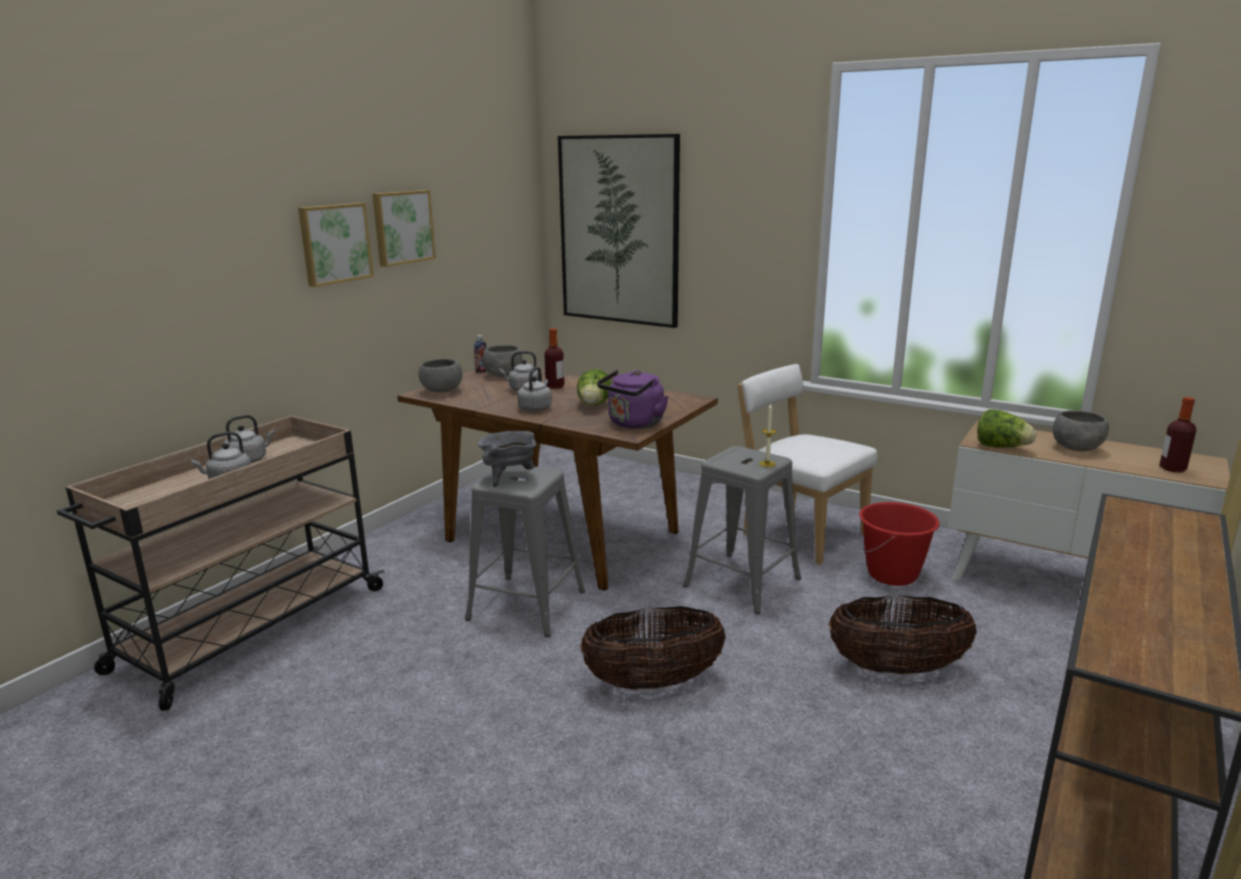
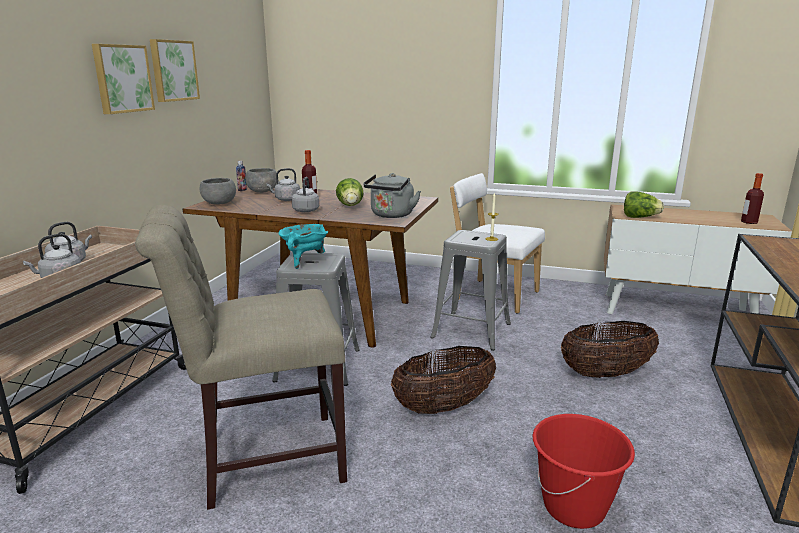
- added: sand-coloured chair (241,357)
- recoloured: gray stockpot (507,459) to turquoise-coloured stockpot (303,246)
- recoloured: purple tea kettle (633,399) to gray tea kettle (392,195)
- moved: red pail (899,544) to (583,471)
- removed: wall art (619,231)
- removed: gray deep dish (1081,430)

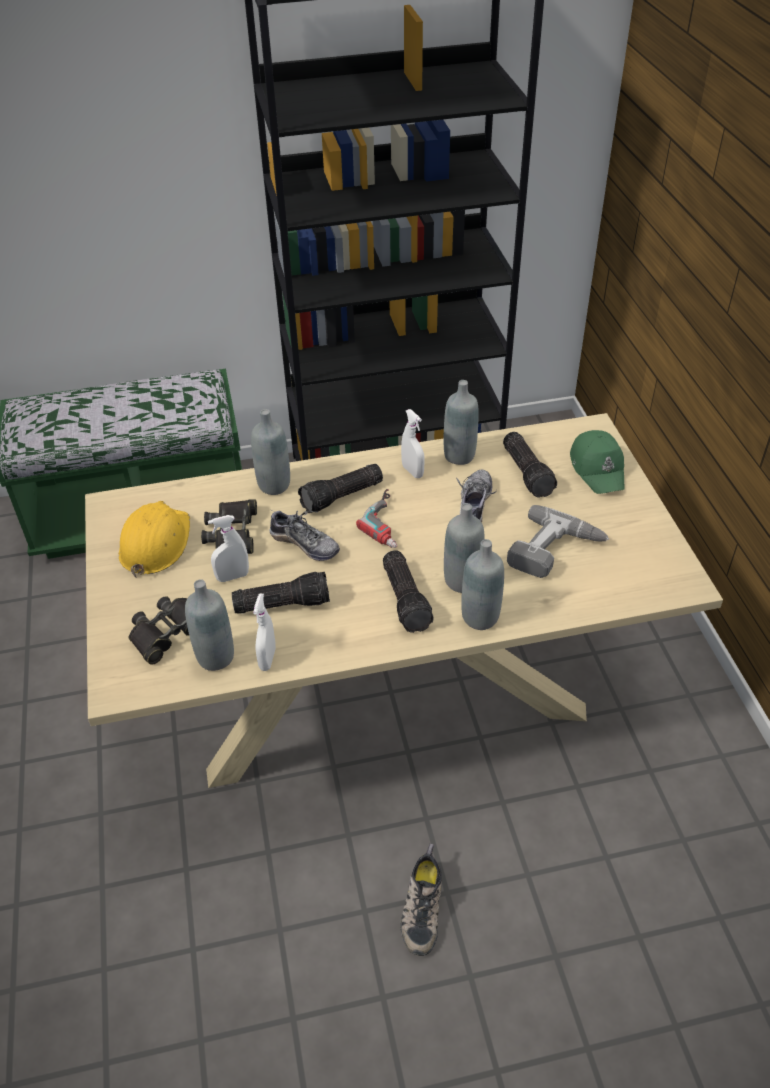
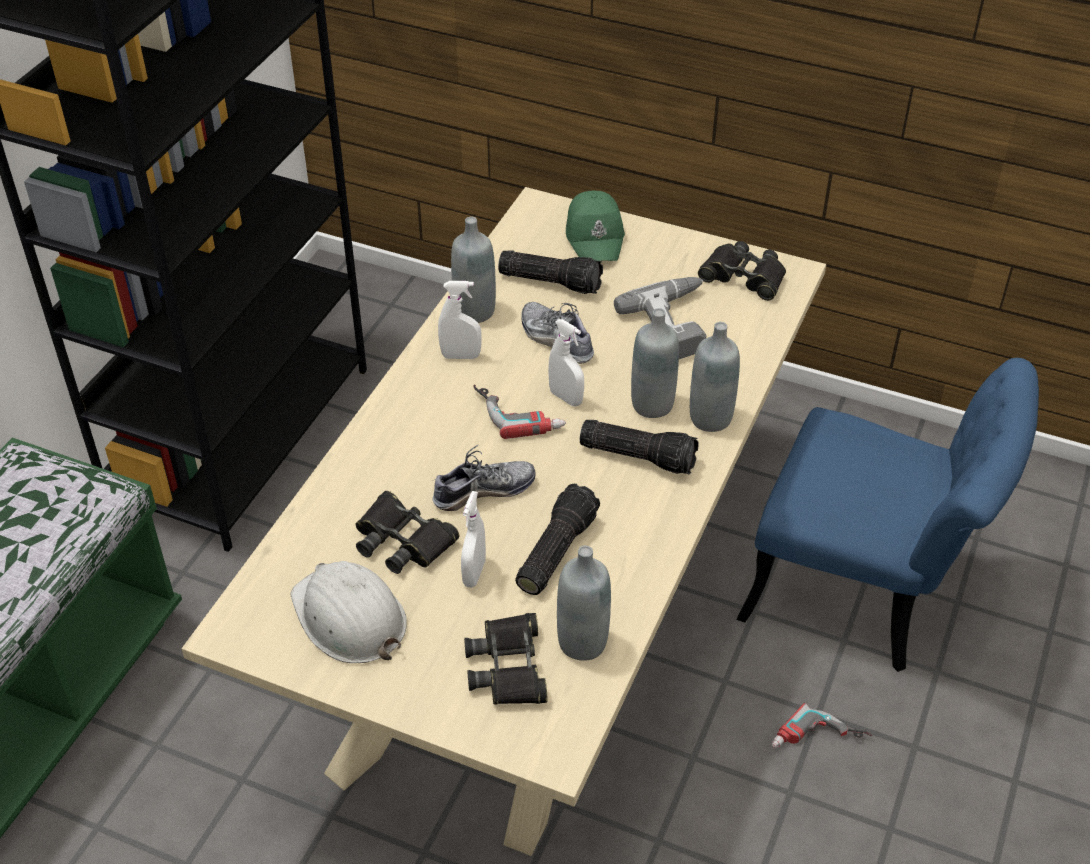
- recoloured: yellow-coloured safety helmet (154,539) to white-coloured safety helmet (349,612)
- moved: white-coloured hand sprayer (264,632) to (566,362)
- turned: green-coloured baseball cap (597,462) = (595,226) 60 degrees clockwise
- added: black-coloured binoculars (742,271)
- added: bluish chair (888,515)
- replaced: shoe (421,899) to power drill (822,725)
- removed: gray bottle (270,452)
- removed: torch (340,488)

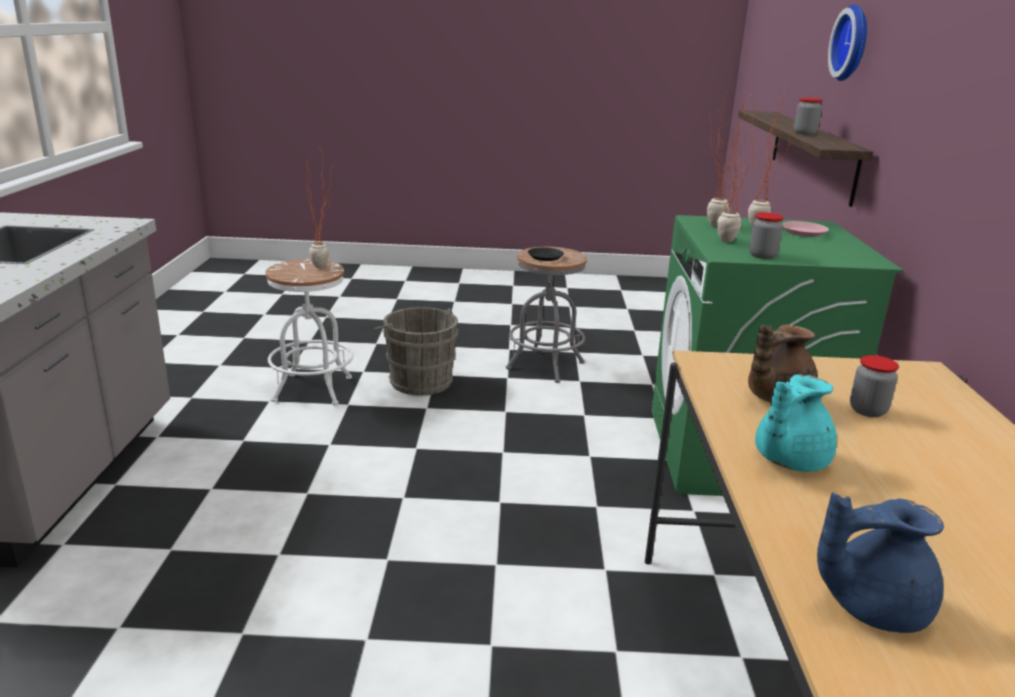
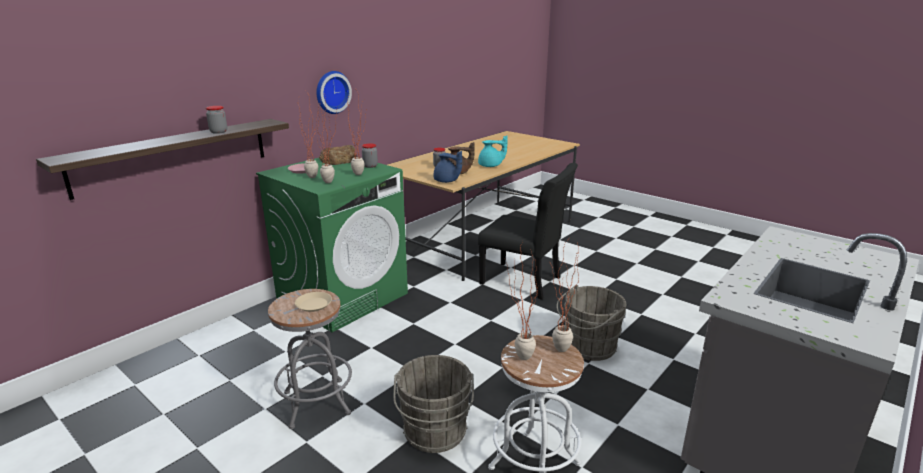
- recoloured: black-coloured flat dish (546,254) to sand-coloured flat dish (313,302)
- moved: wall clock (847,42) to (334,92)
- added: bread (338,155)
- moved: bluish teapot (880,562) to (447,167)
- added: black-coloured chair (528,231)
- added: potted plant (565,296)
- added: gray pail (591,323)

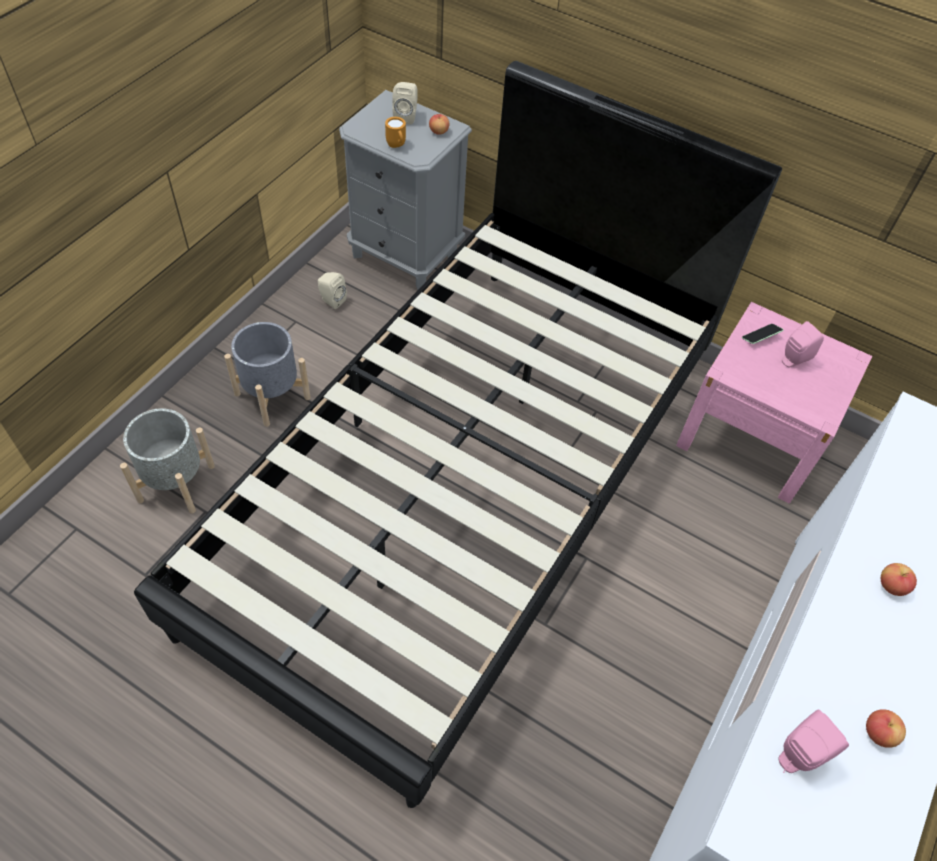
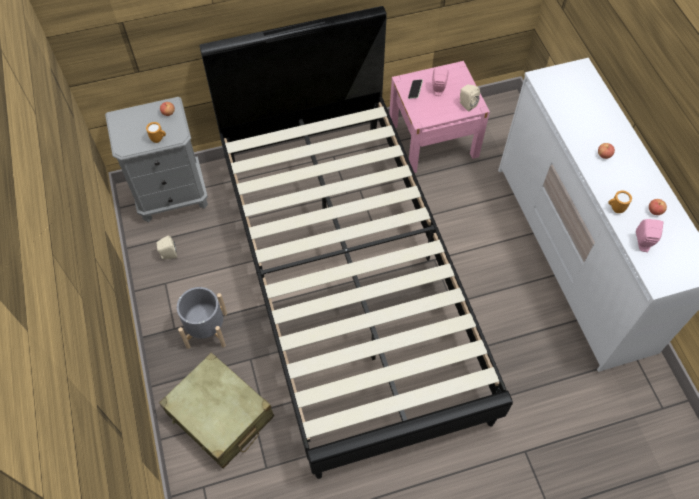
- replaced: gray planter (167,460) to sand-coloured piece of luggage (216,411)
- moved: sand-coloured speaker (405,103) to (470,98)
- added: orange tea mug (620,202)

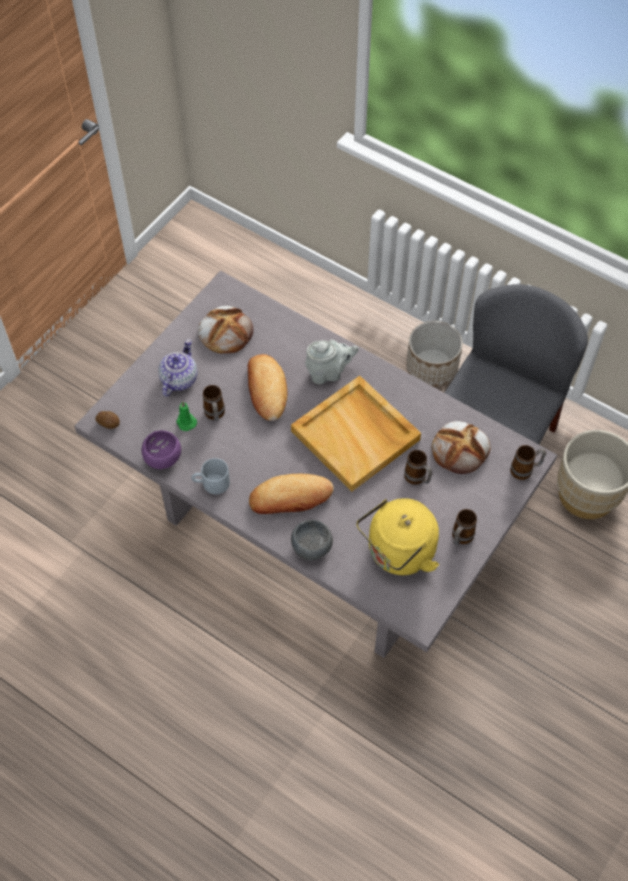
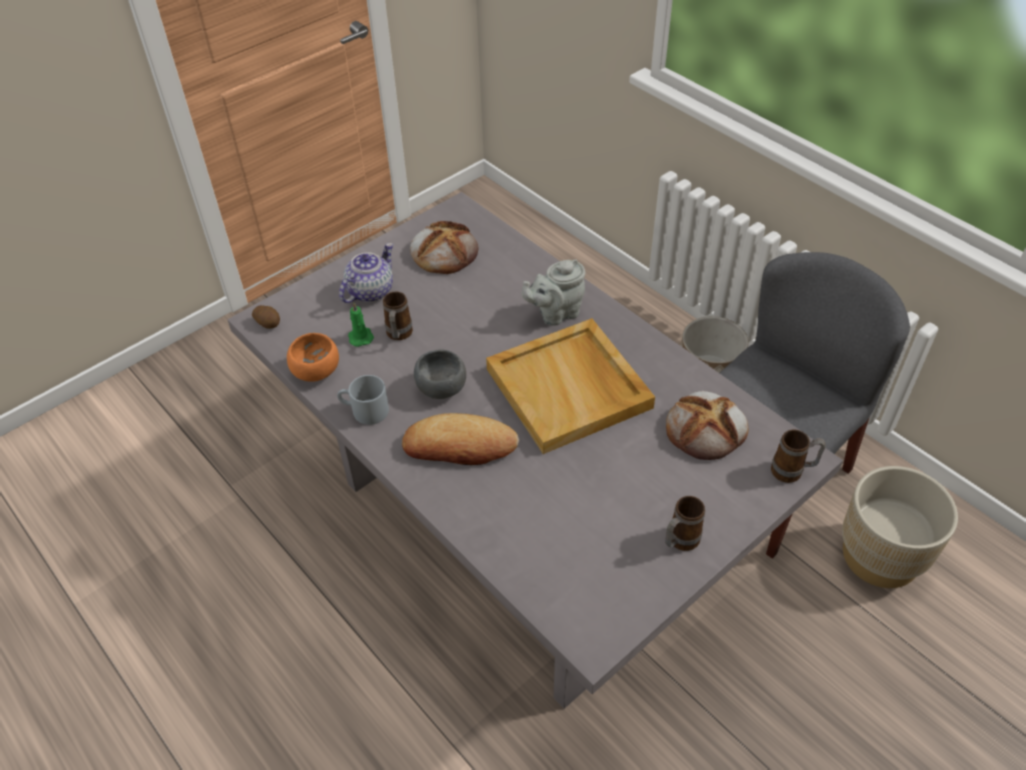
- recoloured: purple deep dish (161,449) to orange deep dish (313,357)
- moved: gray deep dish (312,540) to (440,374)
- turned: gray teapot (332,362) = (553,292) 150 degrees clockwise
- removed: bread (267,387)
- removed: yellow-coloured tea kettle (397,536)
- removed: tea mug (418,467)

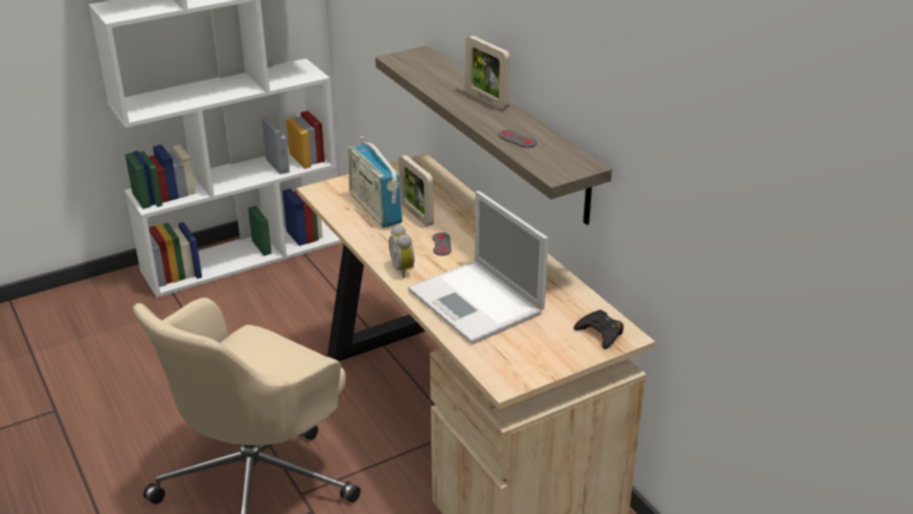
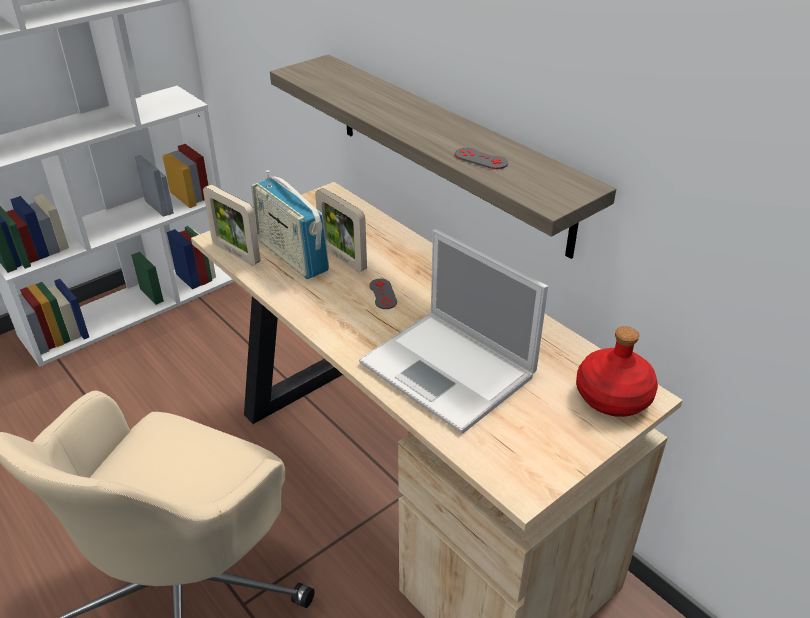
- moved: standing frame (487,72) to (231,225)
- replaced: black-coloured game controller (599,329) to red bottle (617,371)
- removed: table clock (401,251)

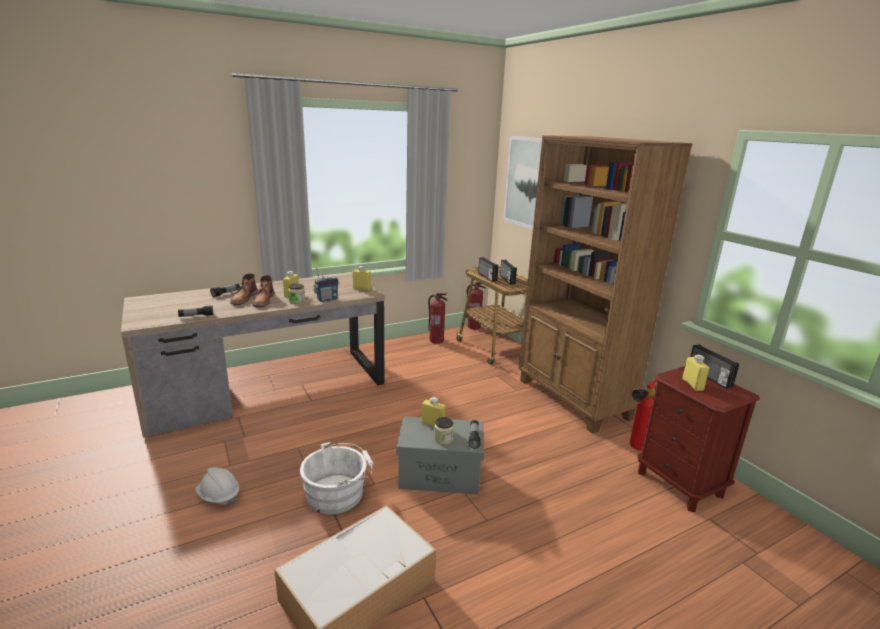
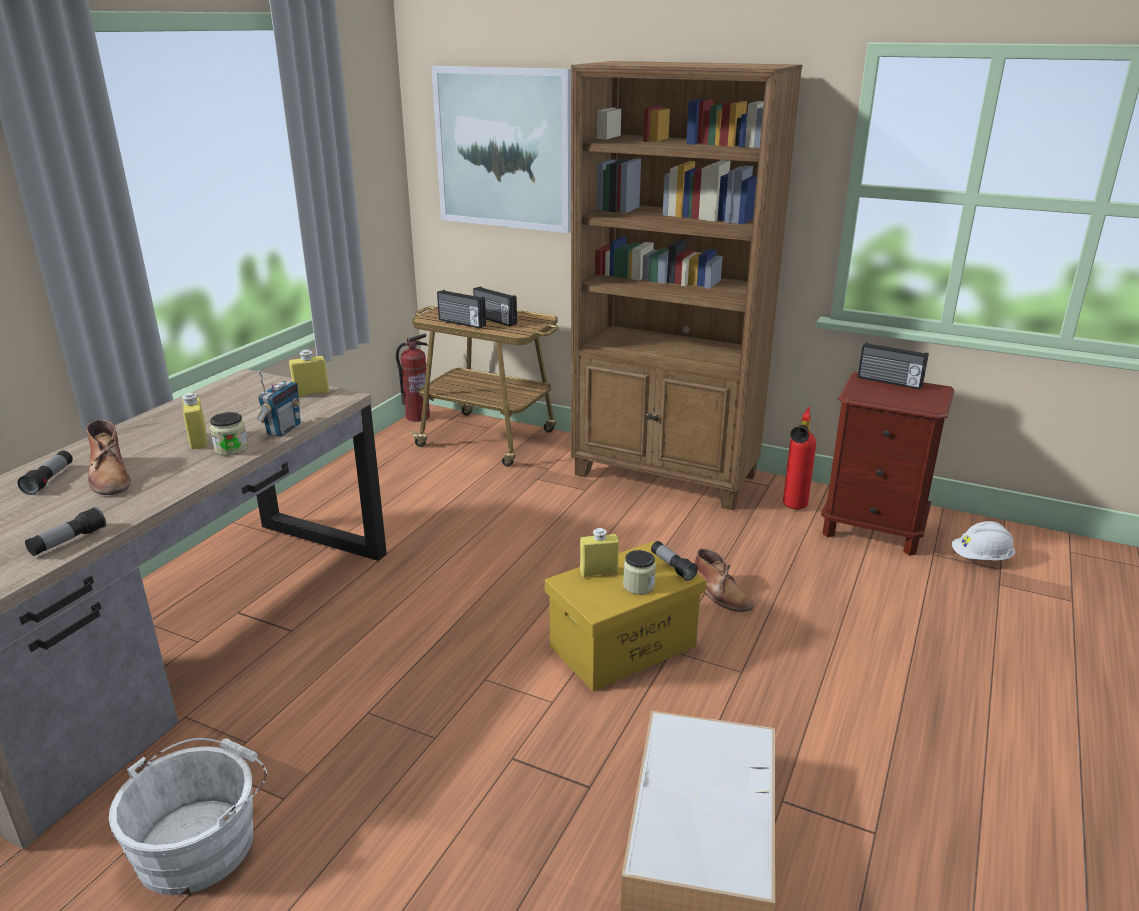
- moved: white-coloured pail (336,478) to (188,816)
- recoloured: gray storage box (440,455) to yellow-coloured storage box (625,616)
- moved: brown-coloured boot (263,291) to (724,580)
- moved: white-coloured safety helmet (217,486) to (983,541)
- removed: fire-fighting cylinder (438,318)
- removed: yellow-coloured bottle (695,373)

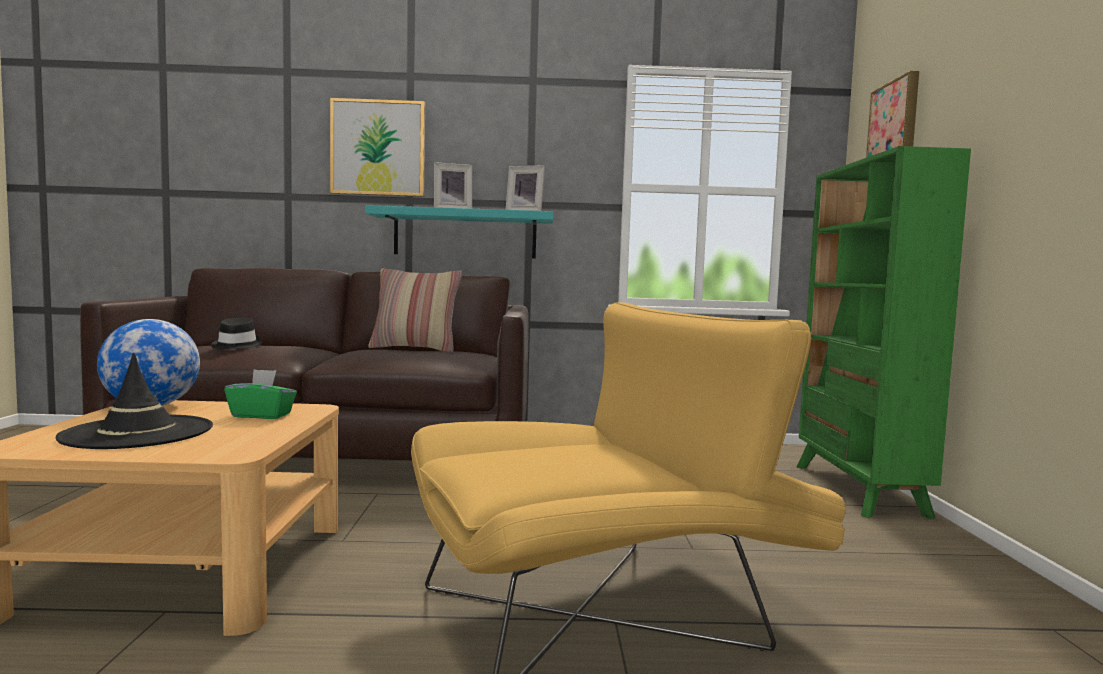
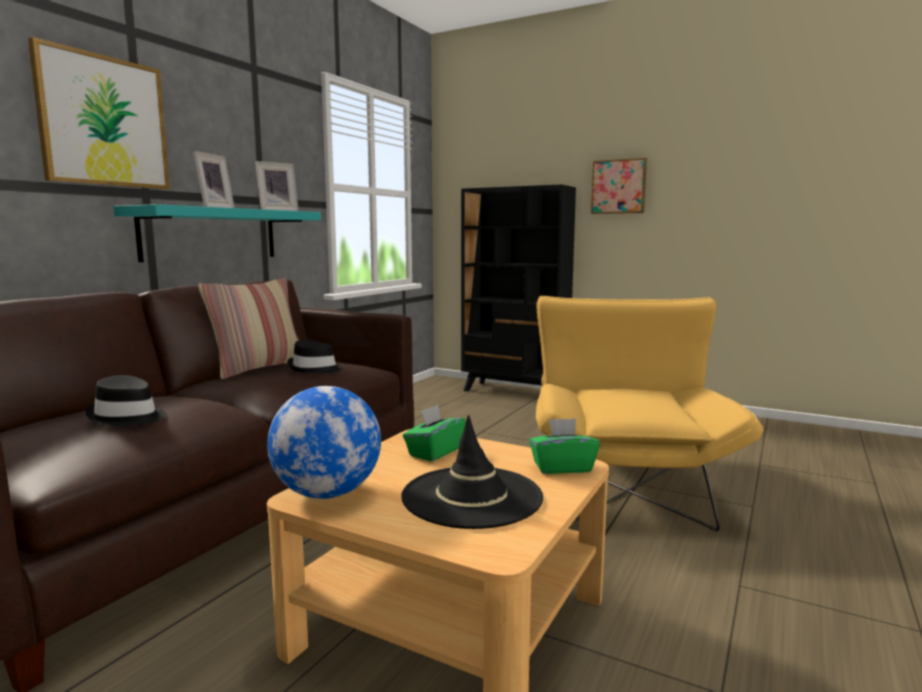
- added: black-coloured wearable hat (315,357)
- recoloured: green-coloured bookcase (884,332) to black-coloured bookcase (518,287)
- added: green-coloured tissue holder (564,446)
- moved: wall art (892,114) to (619,186)

